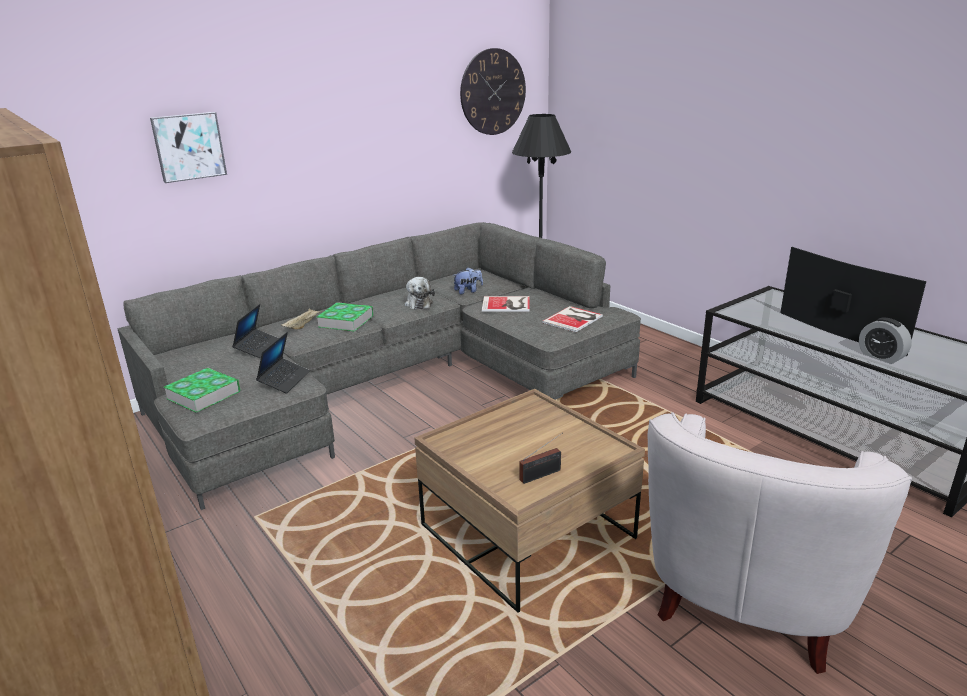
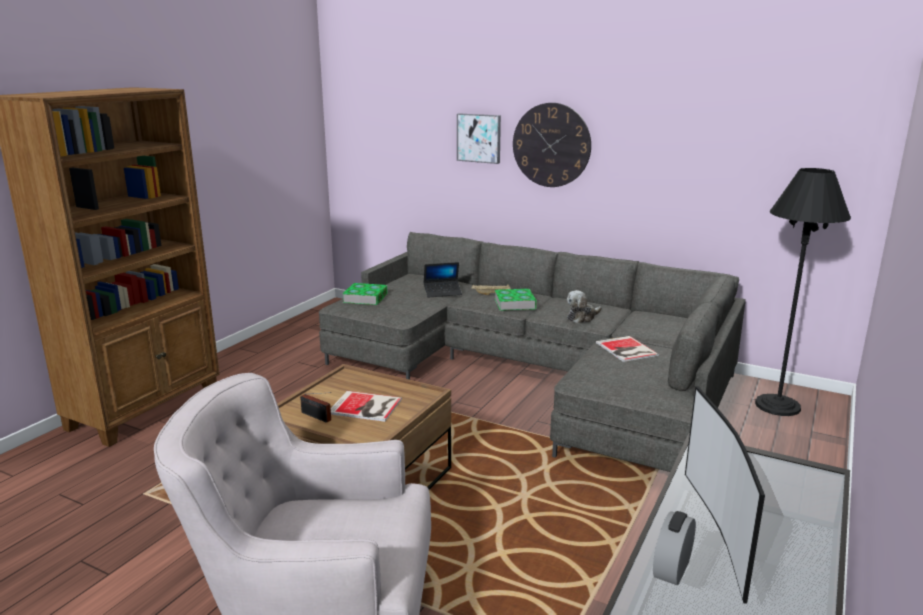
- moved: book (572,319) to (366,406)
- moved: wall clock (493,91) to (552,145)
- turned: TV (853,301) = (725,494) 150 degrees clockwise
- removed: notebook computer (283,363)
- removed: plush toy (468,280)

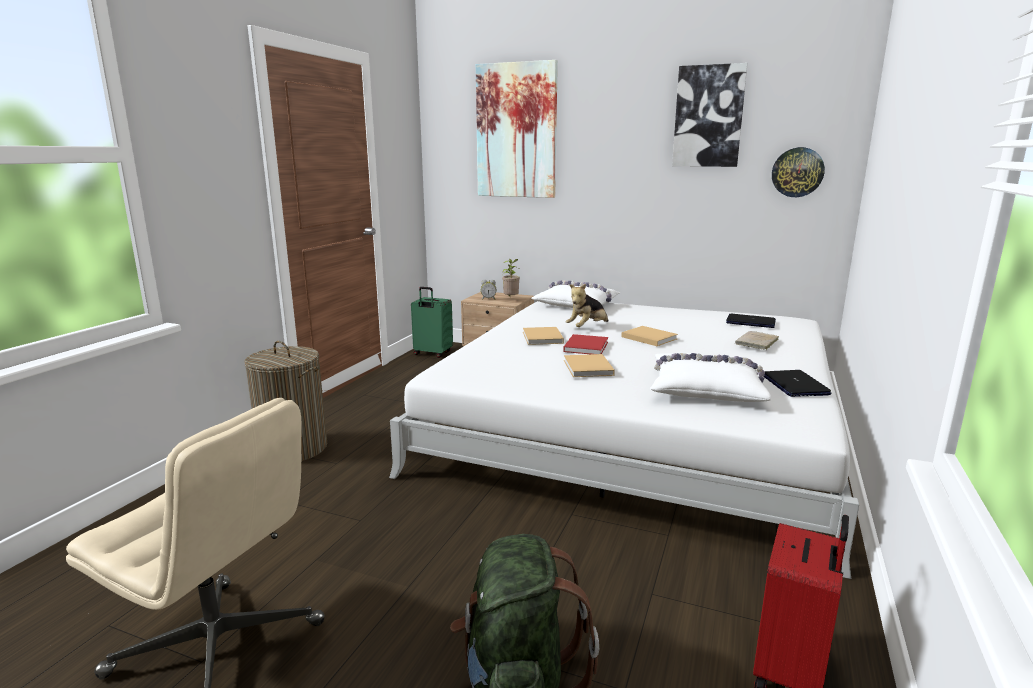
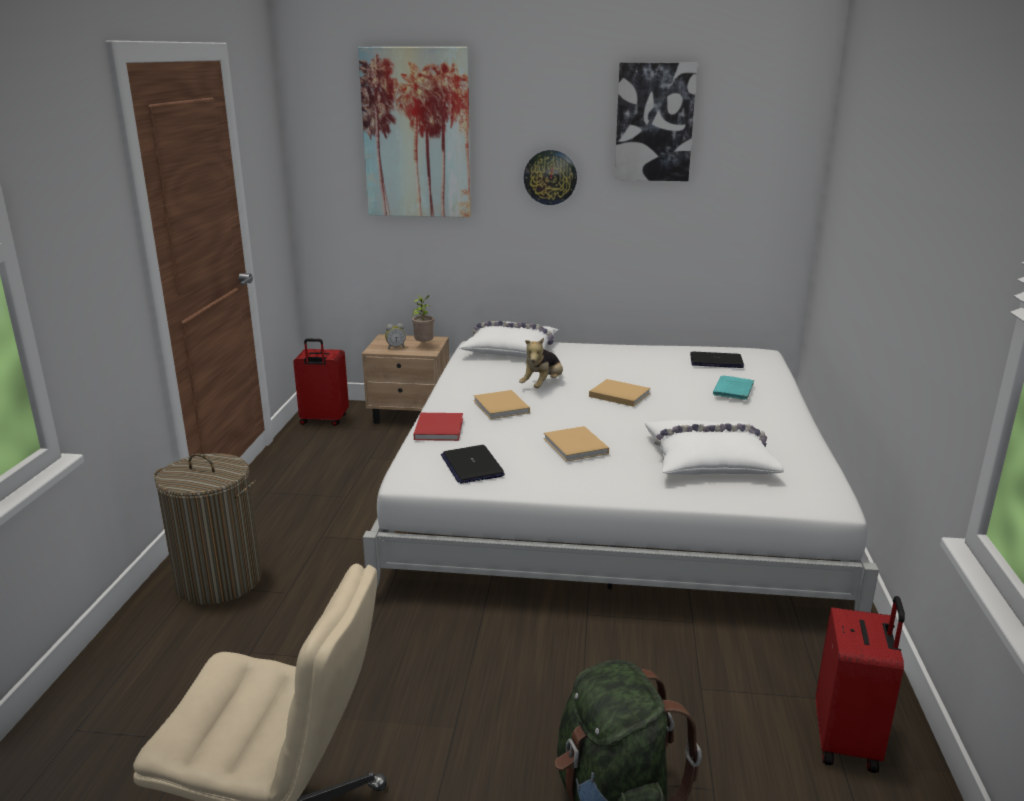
- recoloured: green-coloured piece of luggage (432,322) to red piece of luggage (321,382)
- moved: red book (585,344) to (438,427)
- moved: notebook computer (798,383) to (473,464)
- moved: wall clock (798,172) to (550,177)
- recoloured: sand-coloured book (757,340) to turquoise-coloured book (733,388)

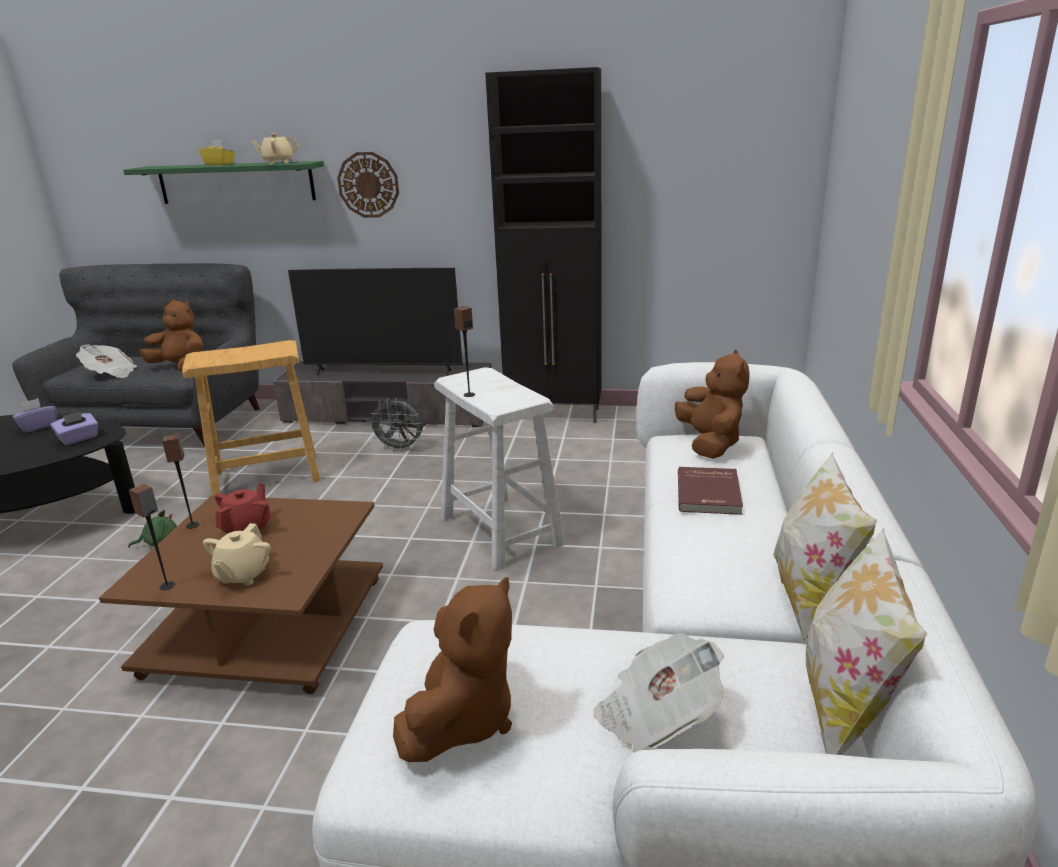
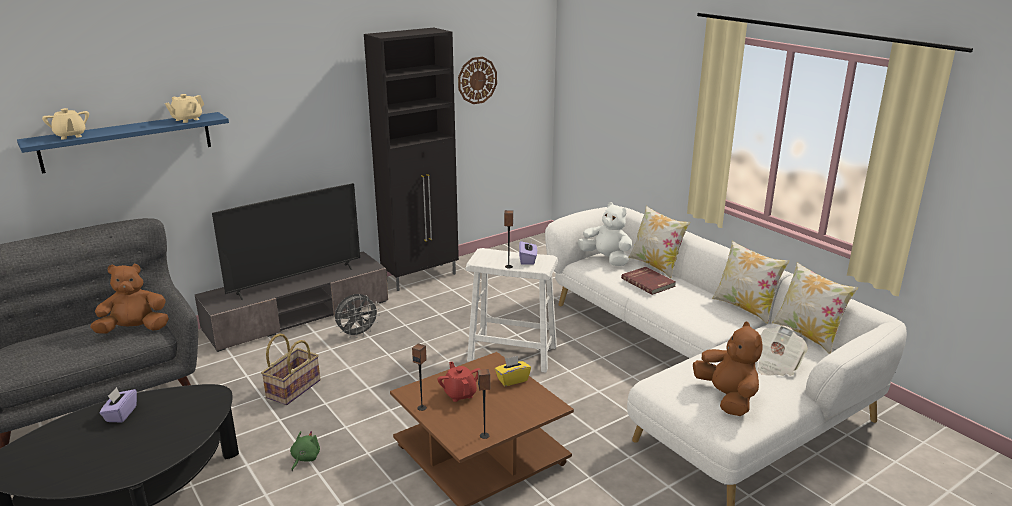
- recoloured: green-coloured bracket shelf (223,182) to bluish bracket shelf (123,143)
- moved: sand-coloured teapot (237,554) to (65,123)
- replaced: sand-coloured stool (251,418) to storage basket (290,369)
- moved: wall clock (368,185) to (477,80)
- moved: yellow-coloured tissue holder (217,152) to (513,371)
- moved: purple tissue holder (74,428) to (528,253)
- recoloured: brown-coloured plush toy (712,404) to white-coloured plush toy (605,234)
- added: throw pillow (659,242)
- removed: newspaper (106,361)

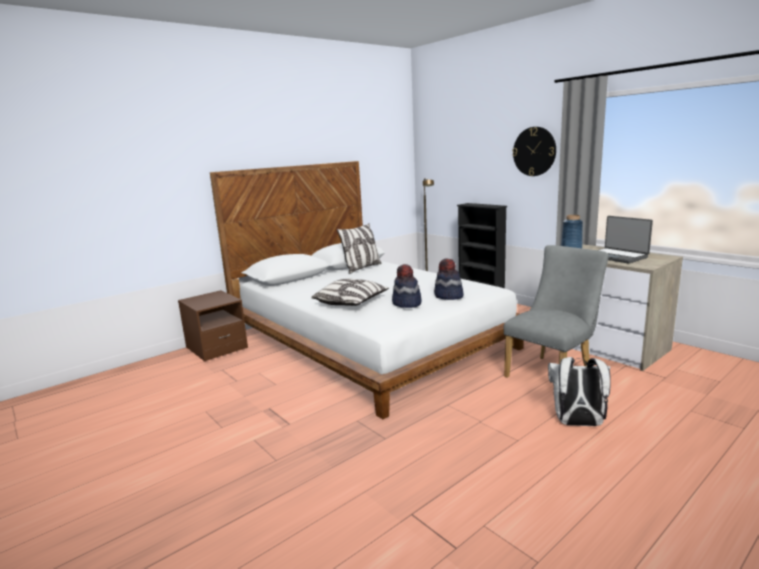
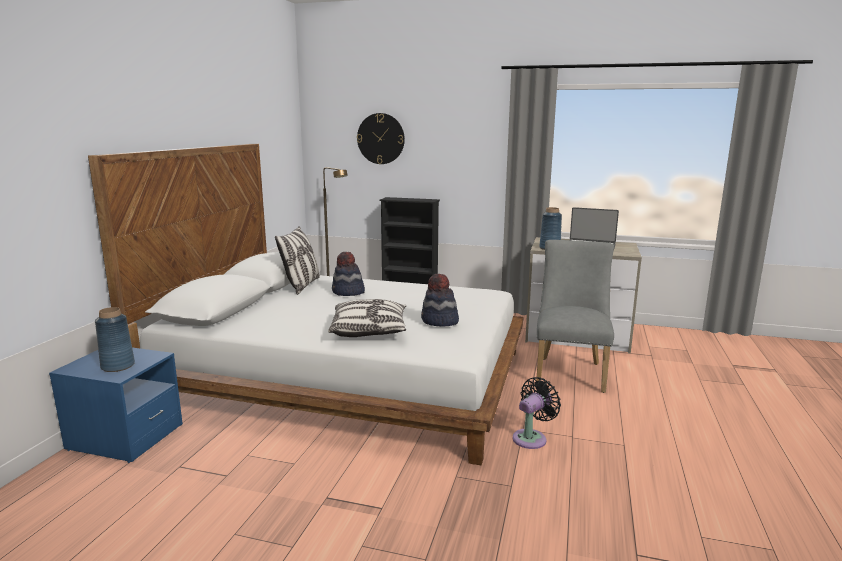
- recoloured: brown-coloured nightstand (213,325) to bluish nightstand (116,405)
- added: bluish flower vase (115,339)
- moved: wearable hat (448,279) to (348,274)
- moved: wall clock (534,151) to (381,138)
- added: black-coloured cooling fan (537,413)
- removed: white-coloured knapsack (579,391)

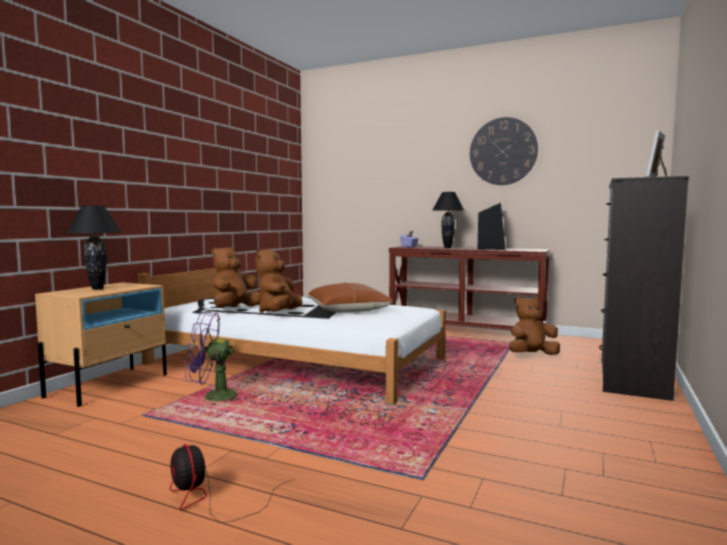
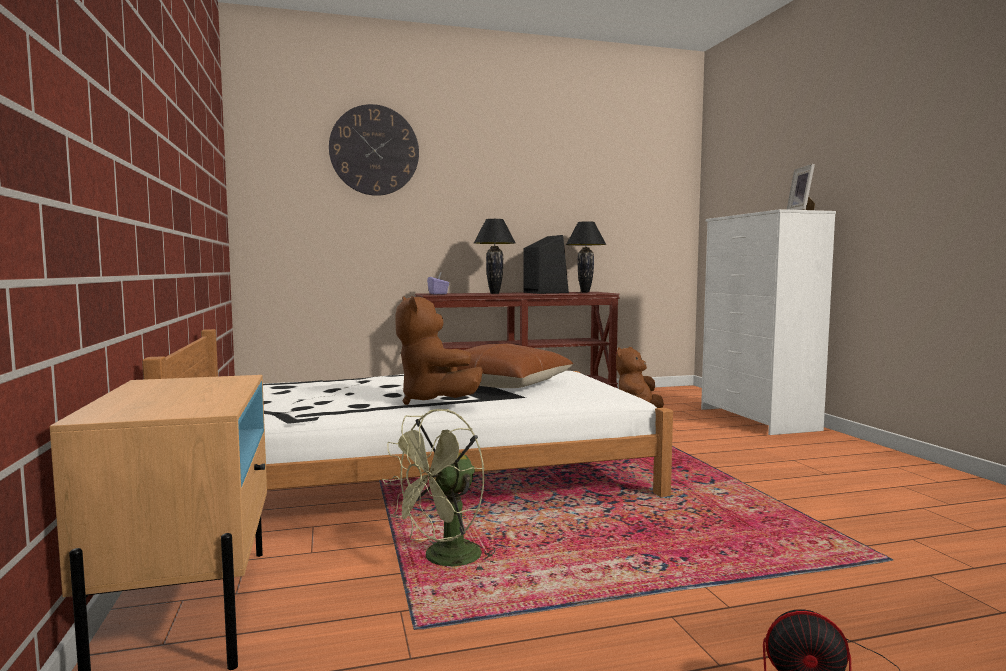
- moved: wall clock (504,151) to (374,150)
- recoloured: purple cooling fan (213,358) to green-coloured cooling fan (438,489)
- moved: black-coloured table lamp (94,247) to (586,256)
- recoloured: black-coloured chest of drawers (644,288) to white-coloured chest of drawers (768,322)
- removed: brown-coloured plush toy (236,277)

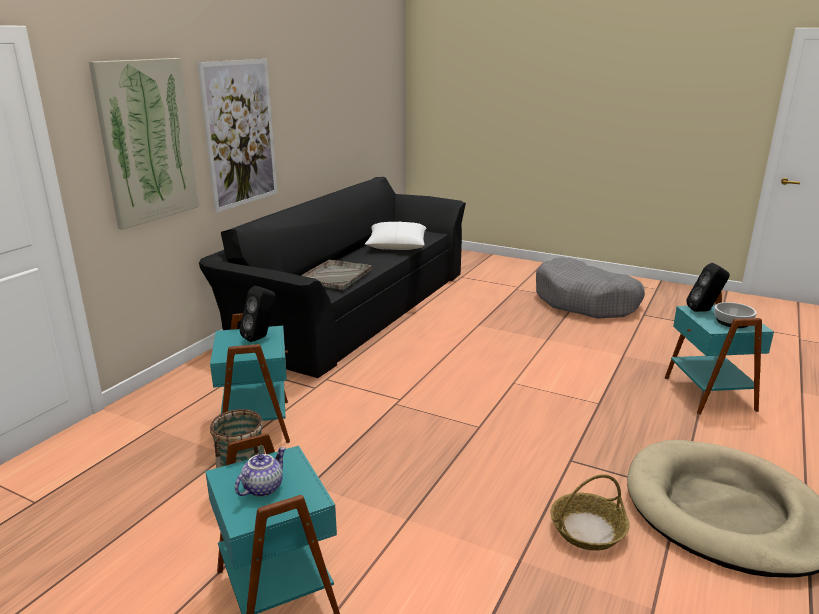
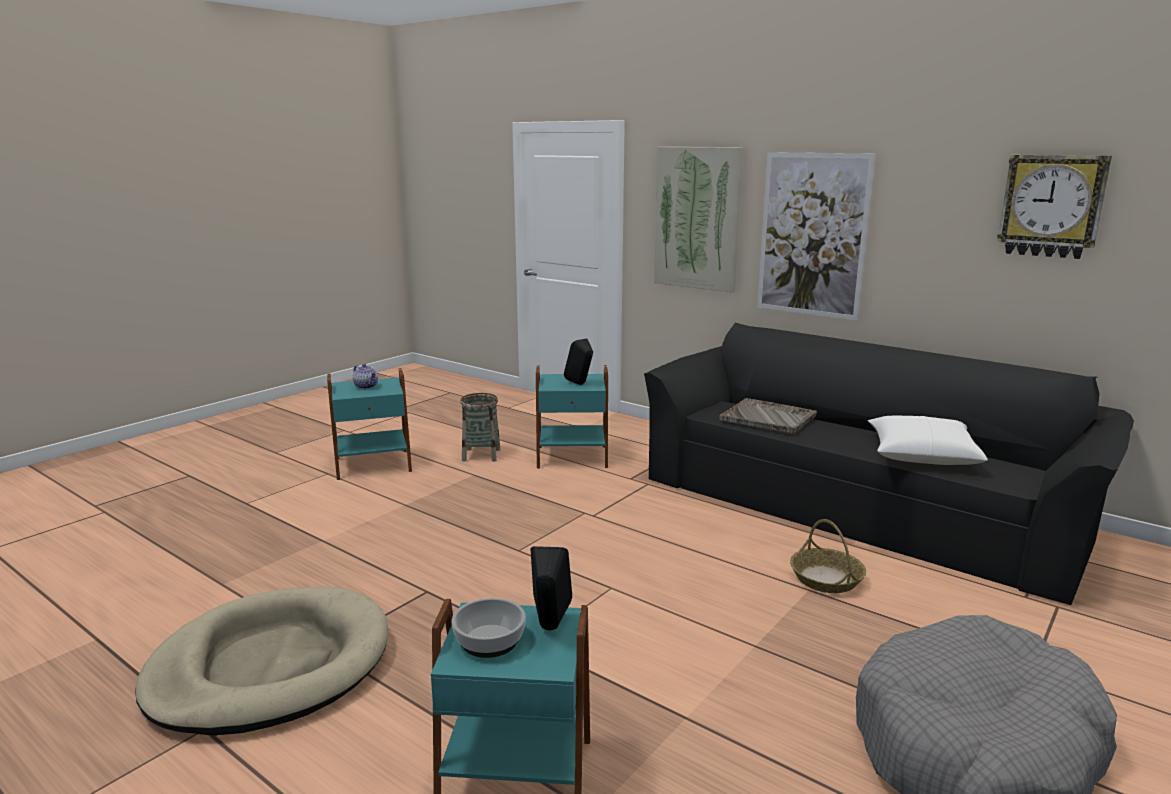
- moved: storage basket (590,512) to (828,556)
- added: wall clock (1054,207)

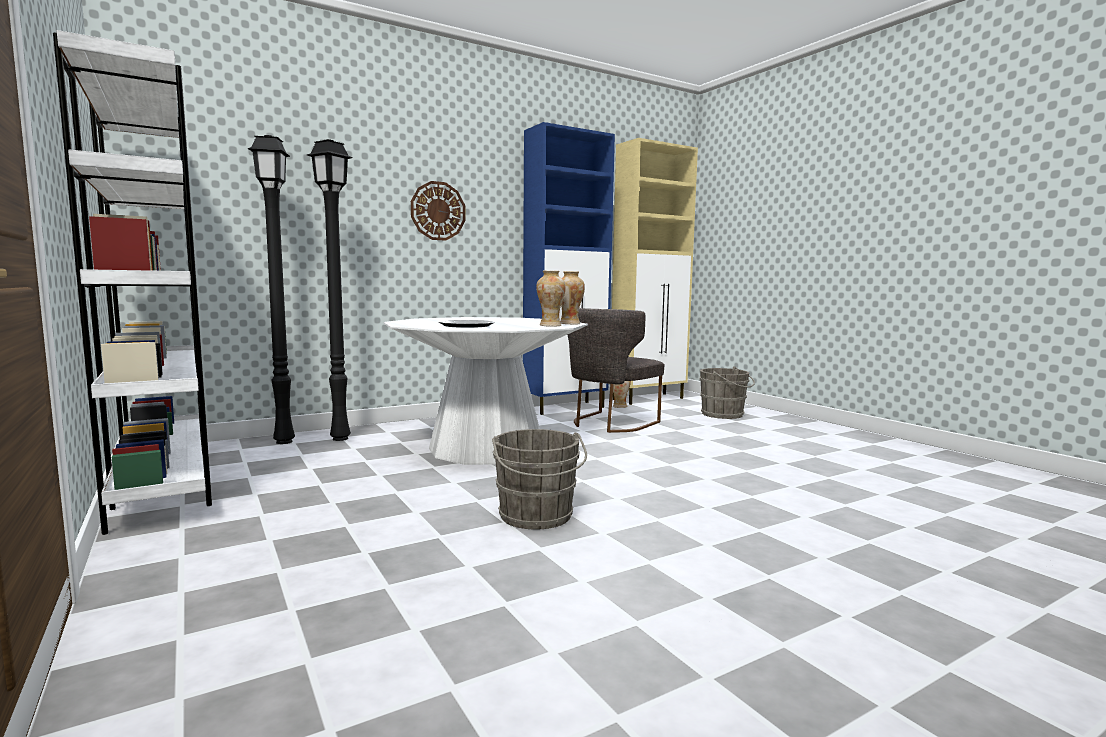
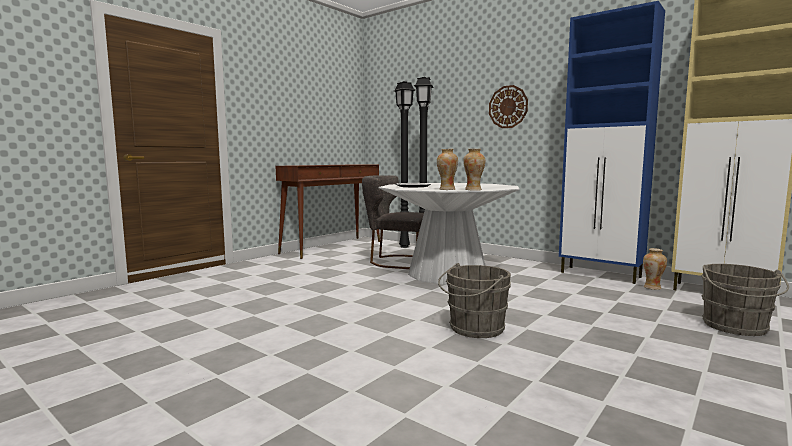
- replaced: white-coloured bookcase (132,282) to brown-coloured console table (328,211)
- moved: gray chair (615,370) to (393,222)
- moved: gray pail (539,479) to (474,300)

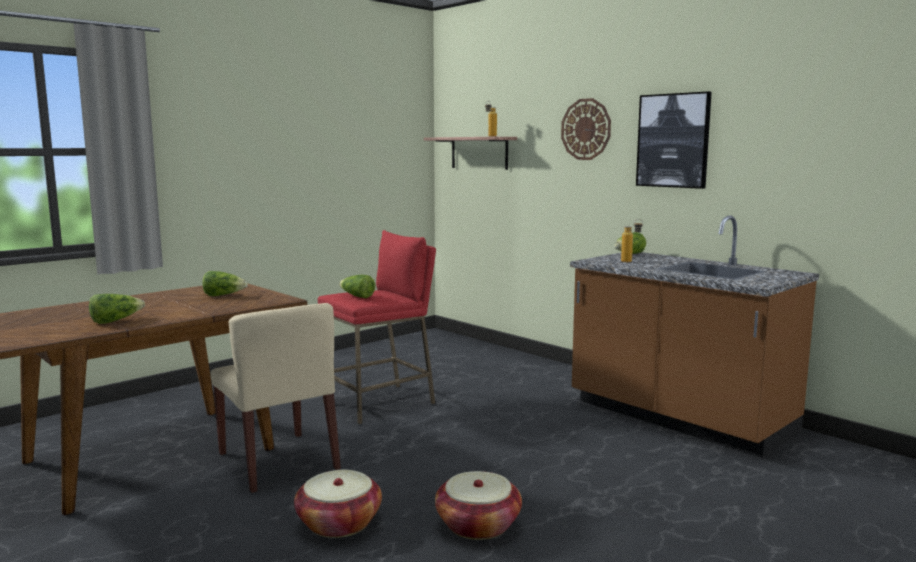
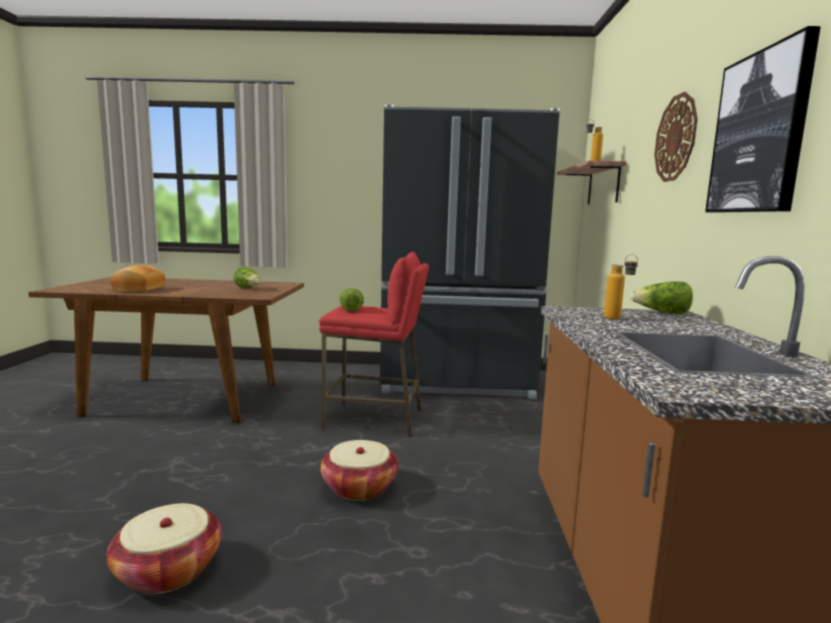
- replaced: head of lettuce (117,309) to bread (137,278)
- moved: storage basket (338,504) to (359,470)
- added: black-coloured kitchen fridge (470,251)
- removed: sand-coloured chair (275,398)

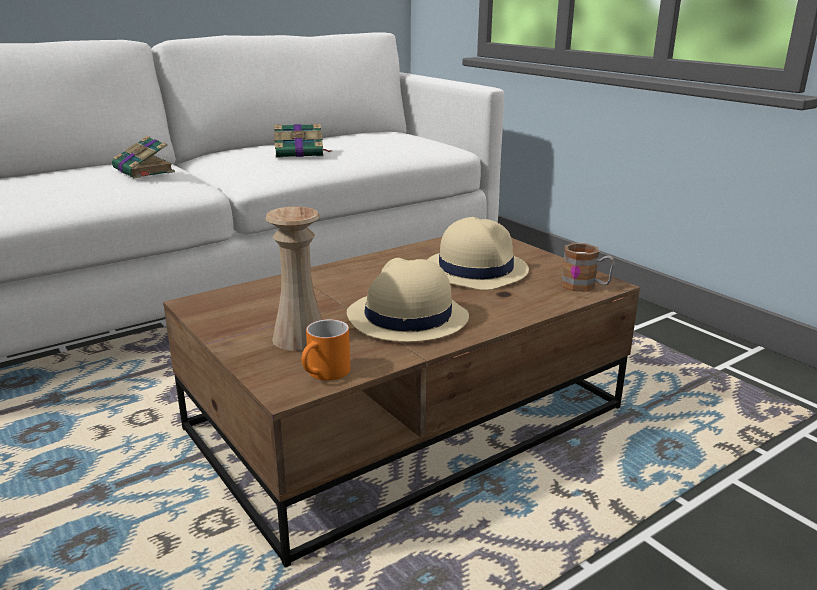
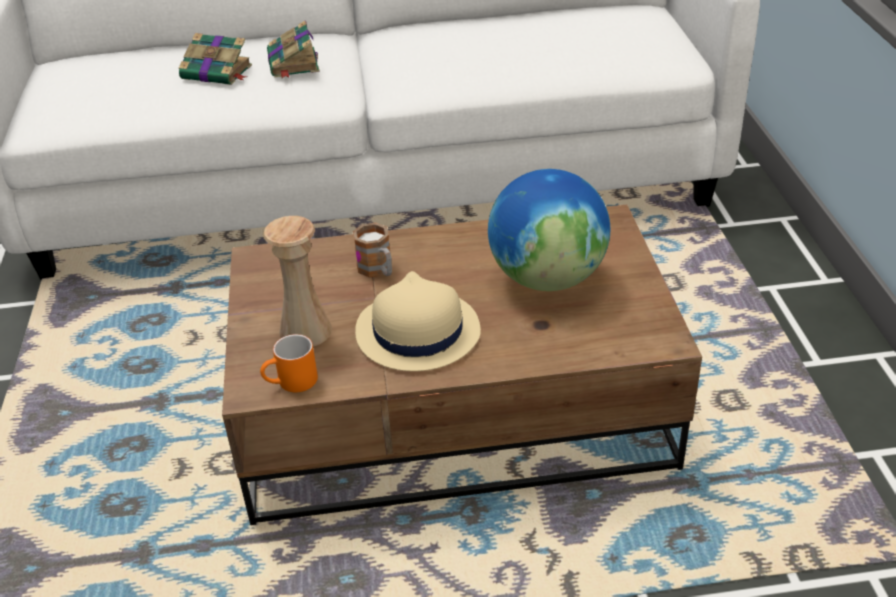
- moved: book (303,141) to (215,59)
- moved: tea mug (588,267) to (372,250)
- replaced: sand-coloured wearable hat (478,253) to globe (549,230)

